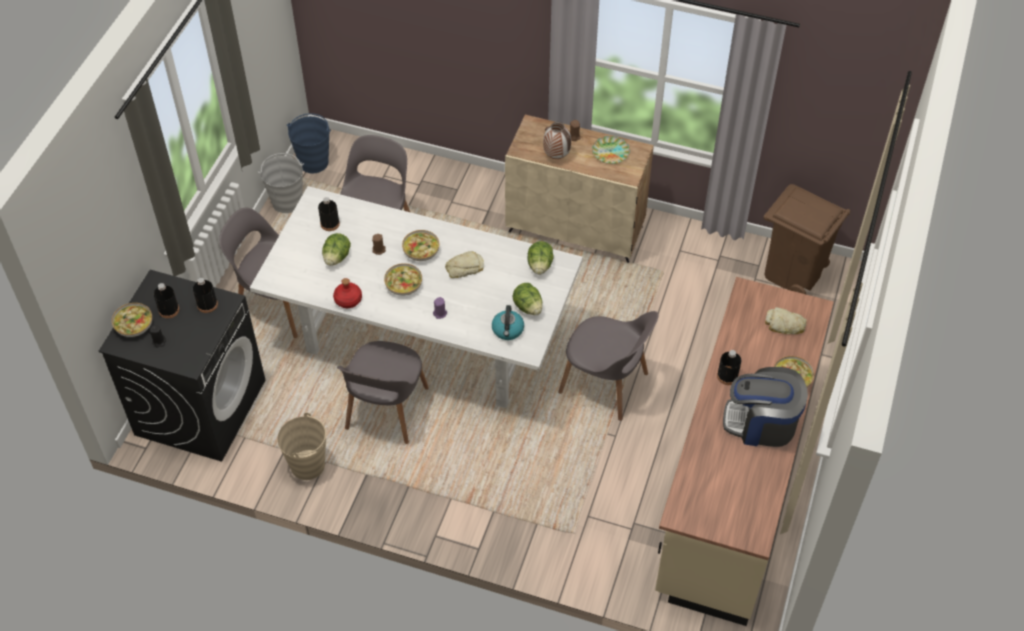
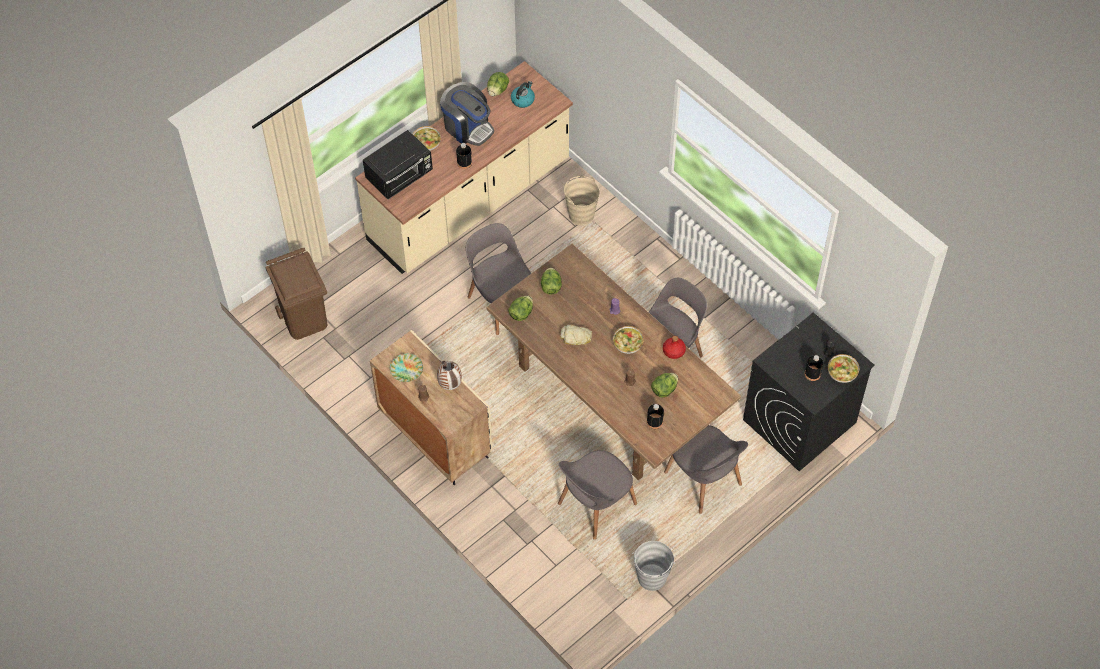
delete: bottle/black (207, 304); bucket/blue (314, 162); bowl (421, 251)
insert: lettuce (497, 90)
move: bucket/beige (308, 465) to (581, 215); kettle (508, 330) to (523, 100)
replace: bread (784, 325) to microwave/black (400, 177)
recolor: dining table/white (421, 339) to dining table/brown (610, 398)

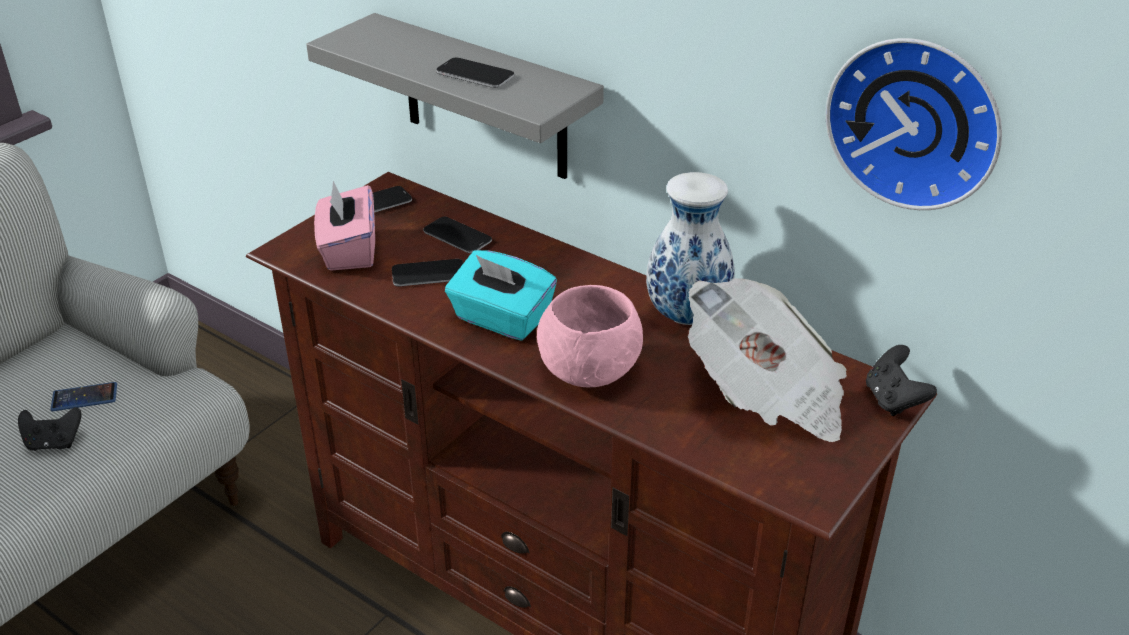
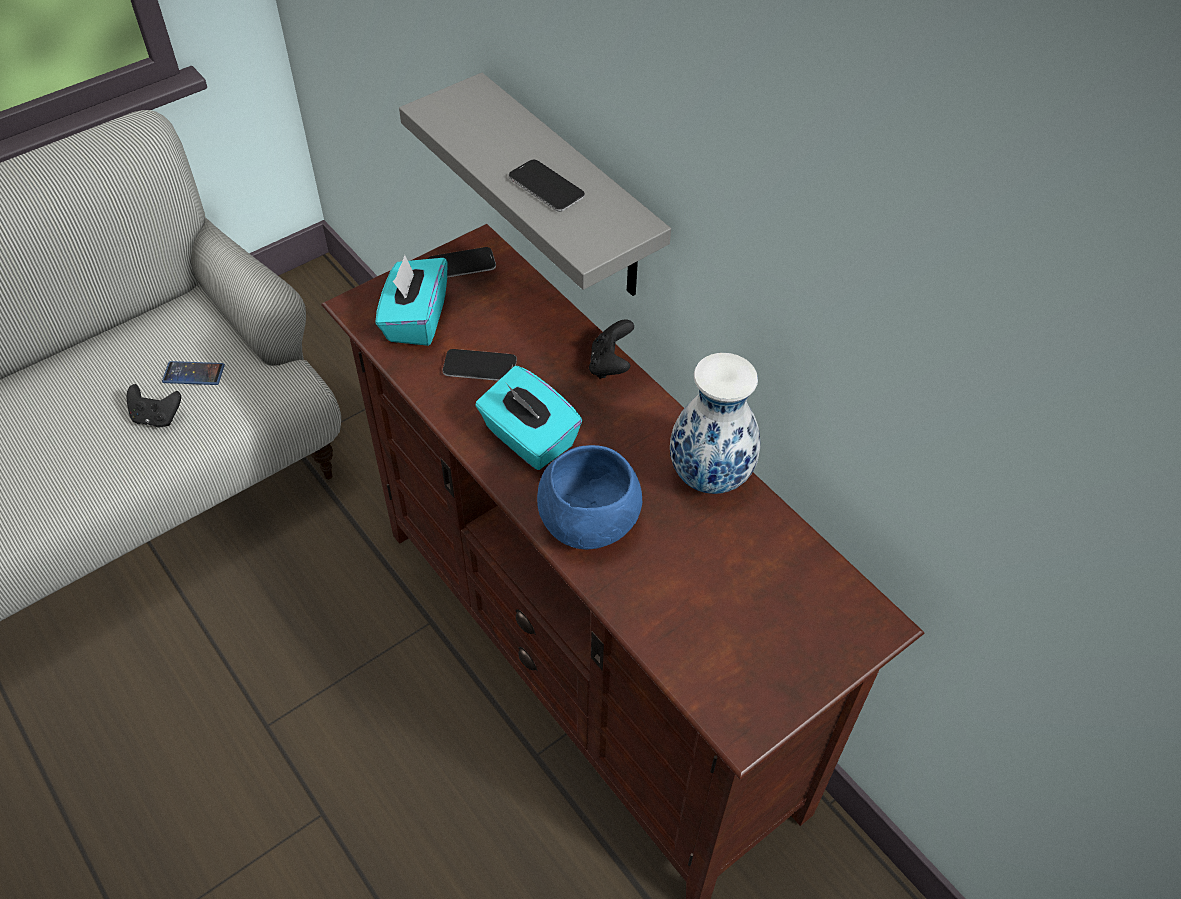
delete: phone (457, 236); newspaper (766, 395); wall clock (916, 121)
move: game controller/black (893, 400) to (610, 365)
recolor: tissue box/pink (349, 250) to tissue box/turquoise (415, 319); bowl/pink (588, 371) to bowl/blue (588, 523)

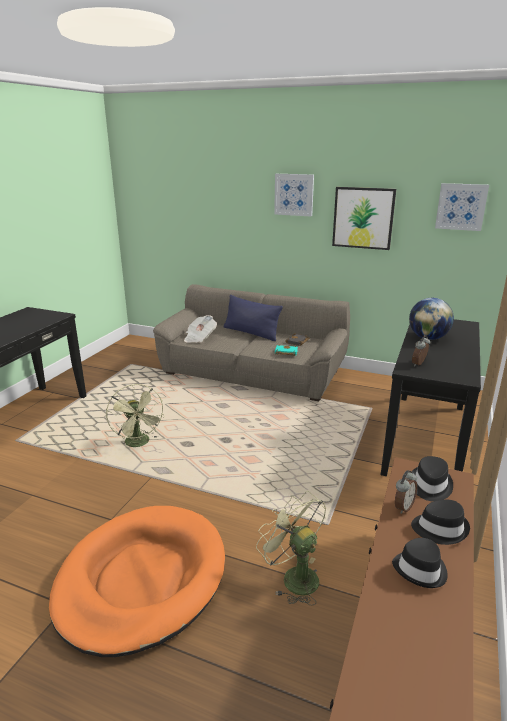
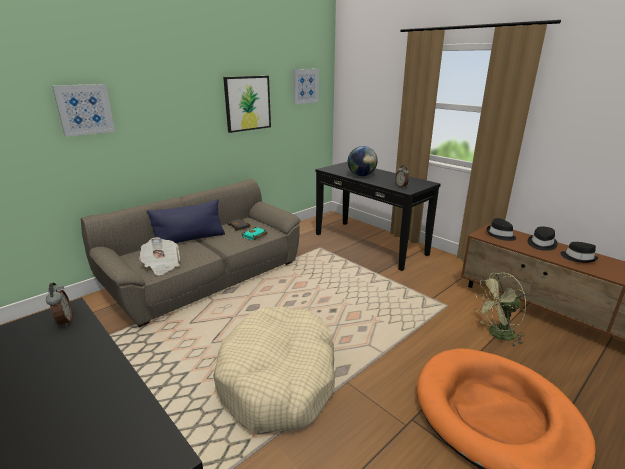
move: picture (294, 194) to (84, 109); alarm clock (403, 507) to (64, 321)
replace: fan/green (139, 444) to dog bed/beige (279, 378)

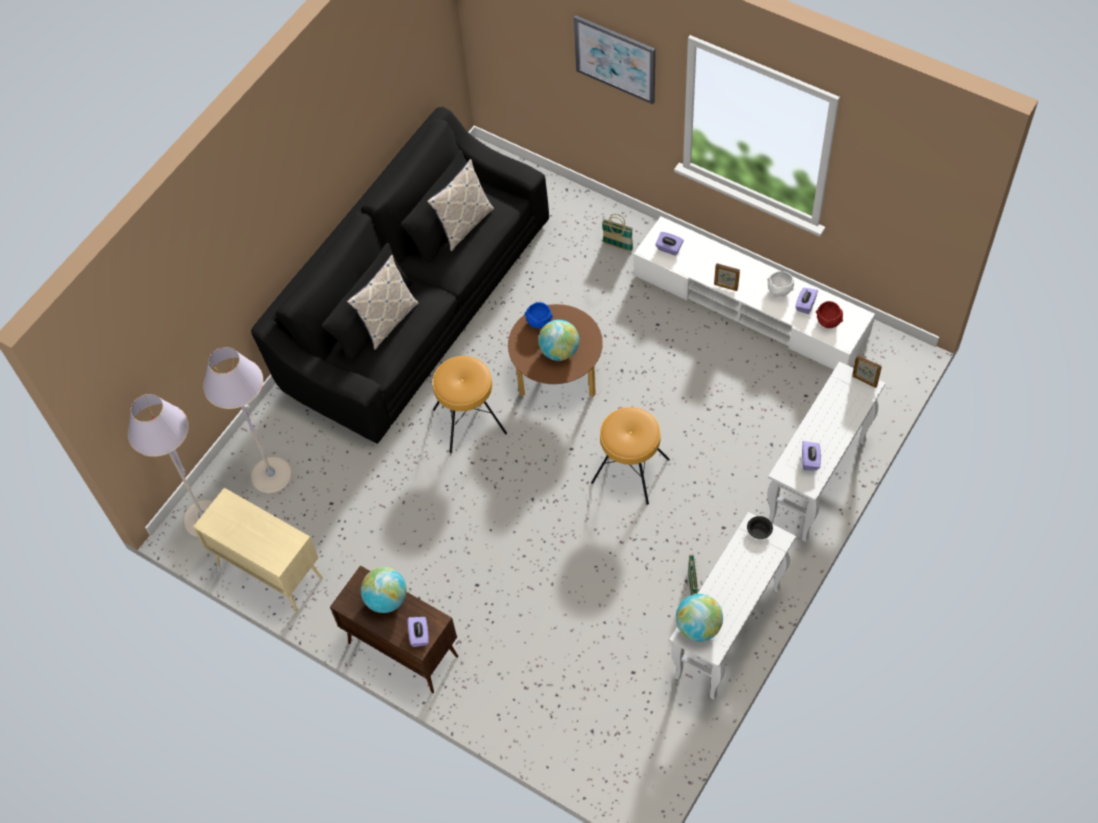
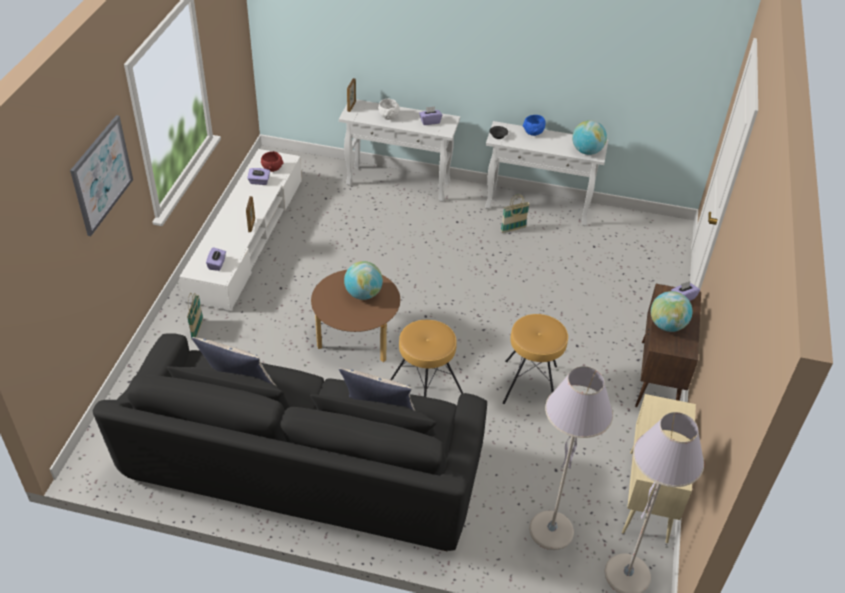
move: bowl/blue (539, 322) to (533, 132); stool/brown (630, 471) to (530, 384); bowl/white (779, 290) to (388, 117)

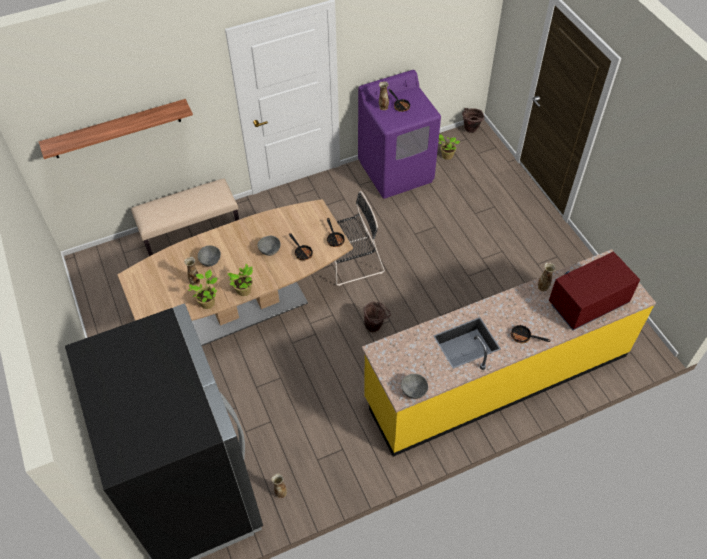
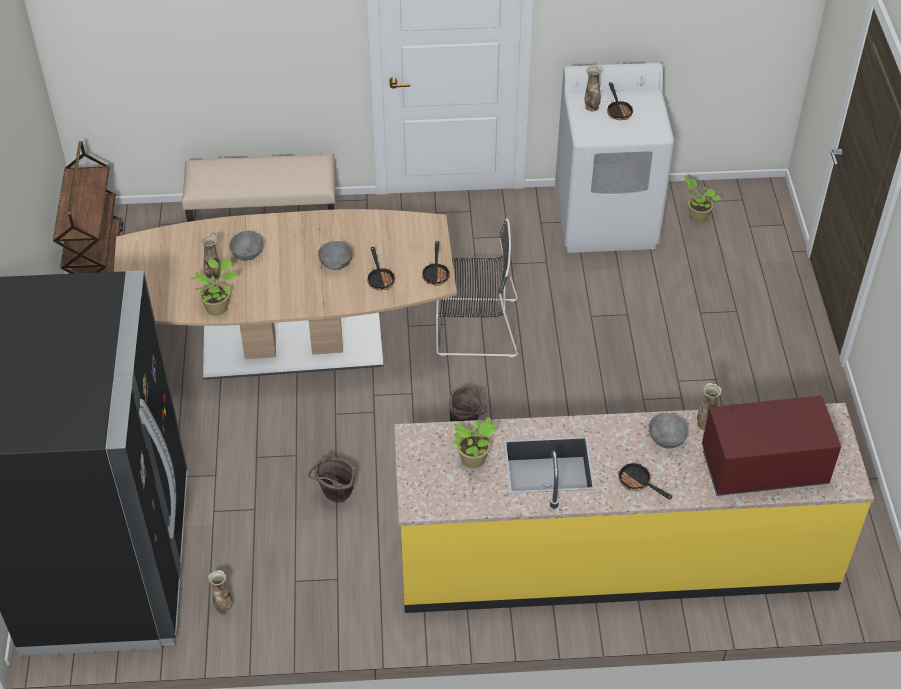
delete: shelf (116, 129)
insert: cart/brown (96, 264)
move: potted plant (244, 291) to (474, 460); bowl/grey (413, 390) to (666, 439); bucket/brown (470, 130) to (335, 497)
recolor: washing machine/purple (396, 171) to washing machine/white (606, 219)

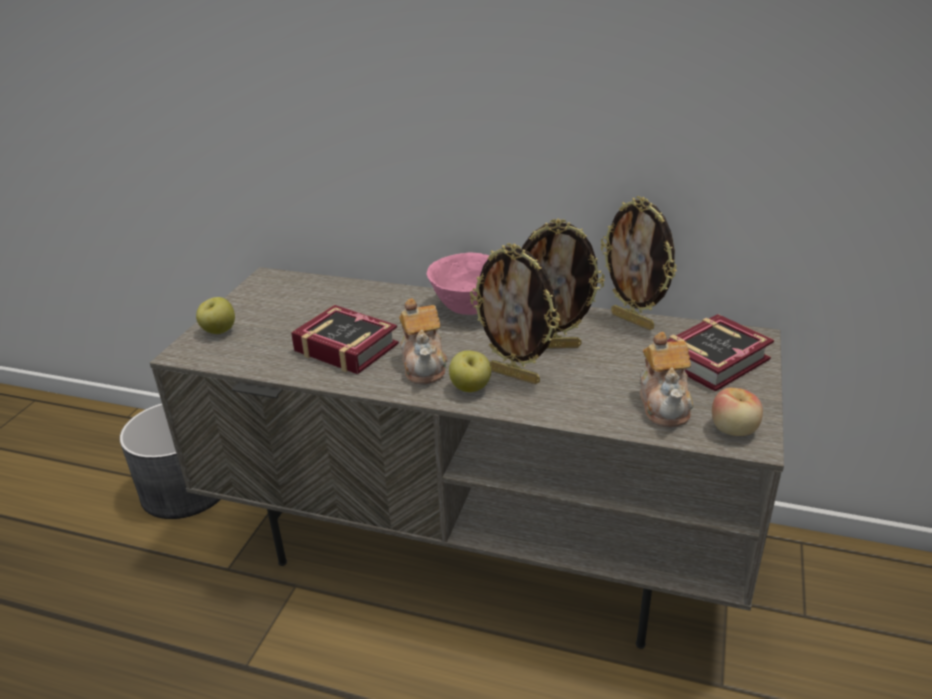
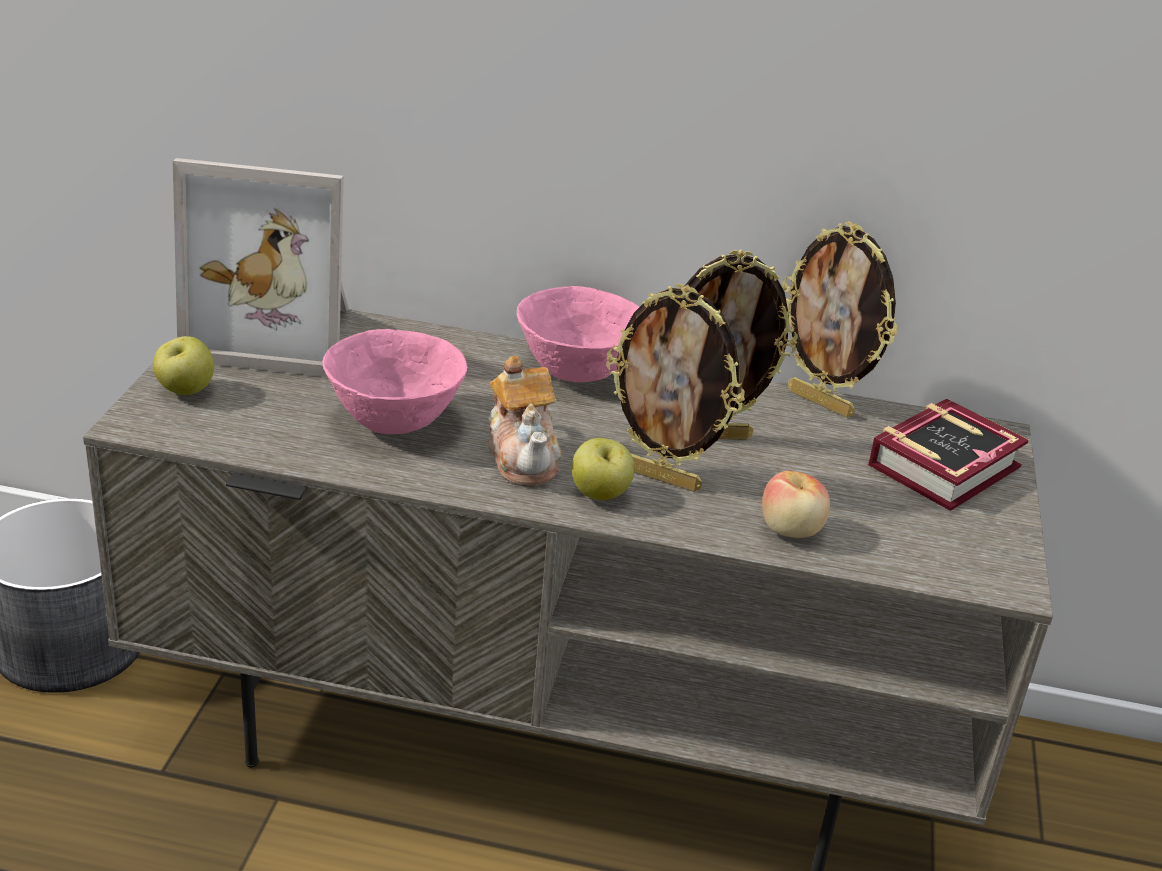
delete: teapot (665, 404)
insert: picture frame (277, 333)
move: apple (734, 430) to (791, 530)
replace: book (345, 345) to bowl/pink (394, 421)

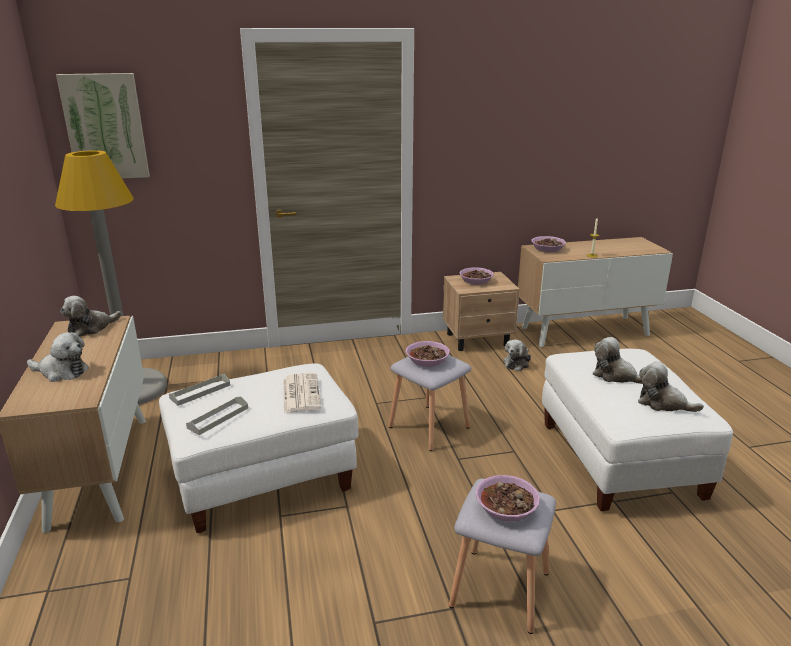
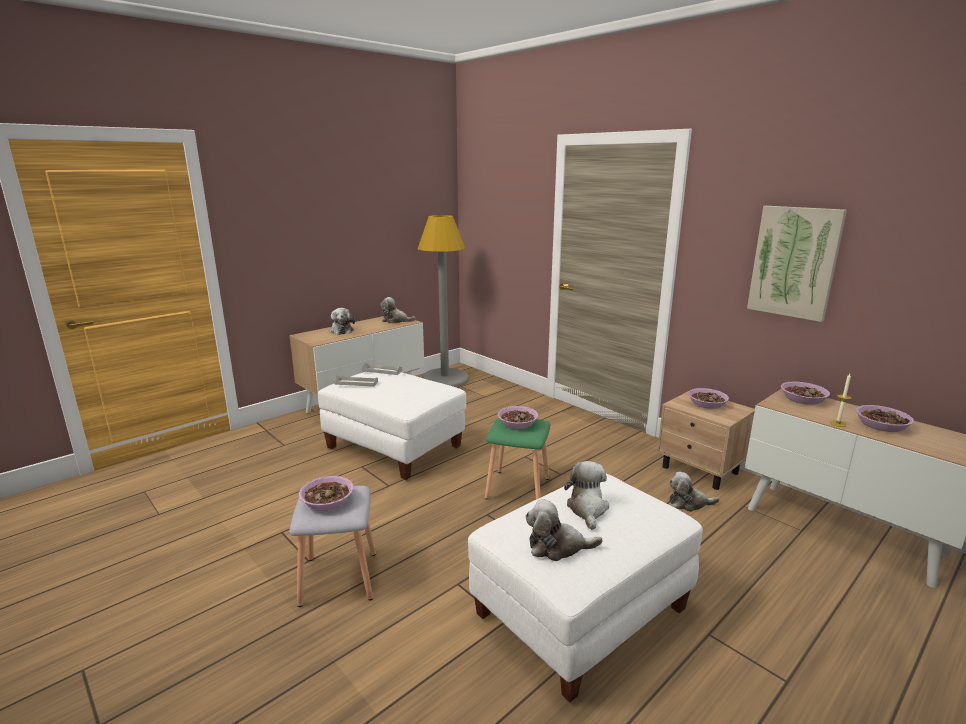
delete: newspaper (300, 393)
insert: bowl (881, 425)
move: picture (105, 127) to (794, 262)
recolor: stool/grey (430, 427) to stool/green (518, 489)
rotate: plush toy (663, 403) = (557, 546) 90 degrees counterclockwise

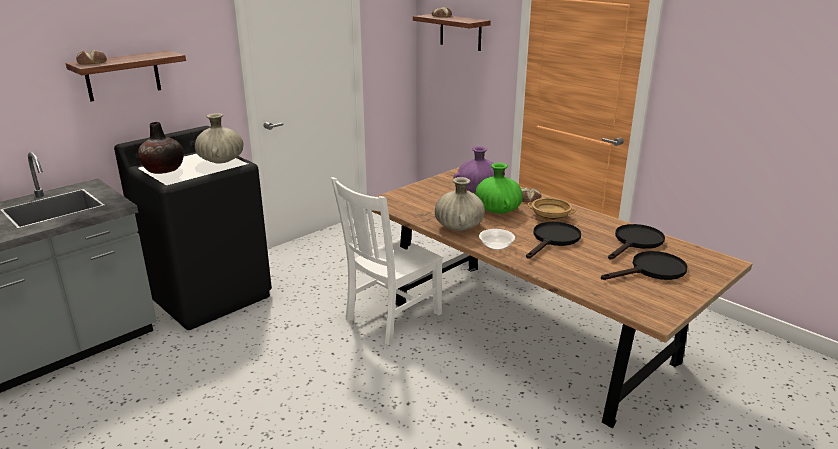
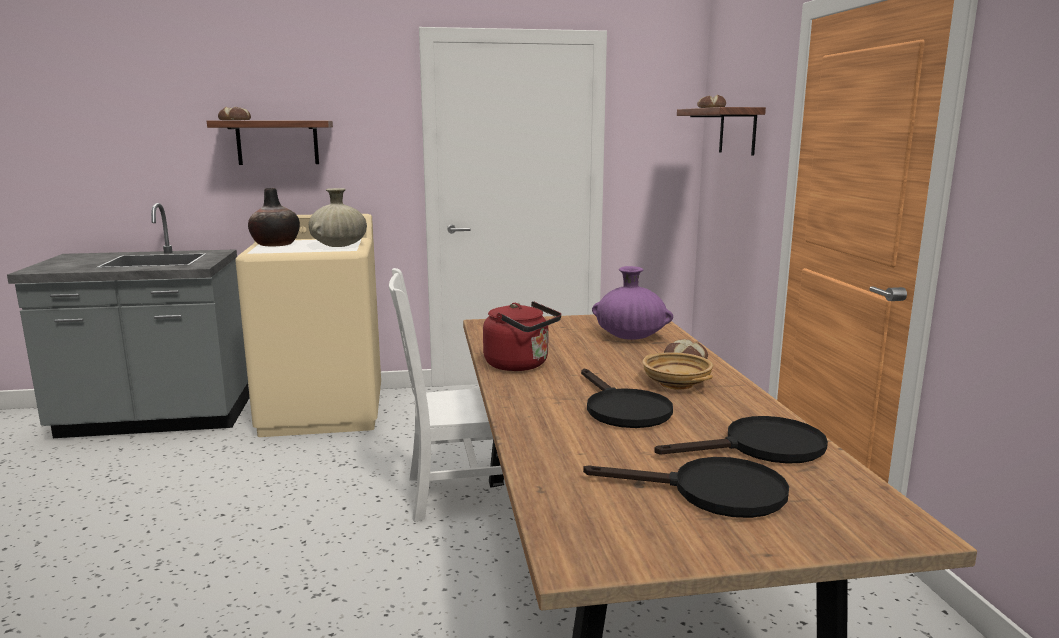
delete: vase/green (497, 210); bowl (496, 246)
replace: vase/beige (459, 226) to kettle/red (520, 365)
recolor: washing machine/black (209, 295) to washing machine/beige (323, 412)
rotate: frying pan/black (553, 240) = (622, 409) 90 degrees clockwise

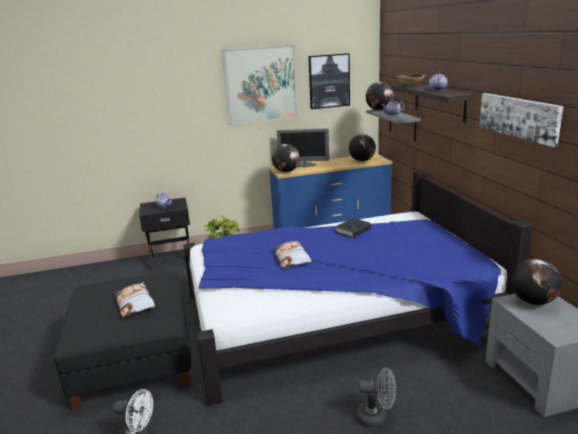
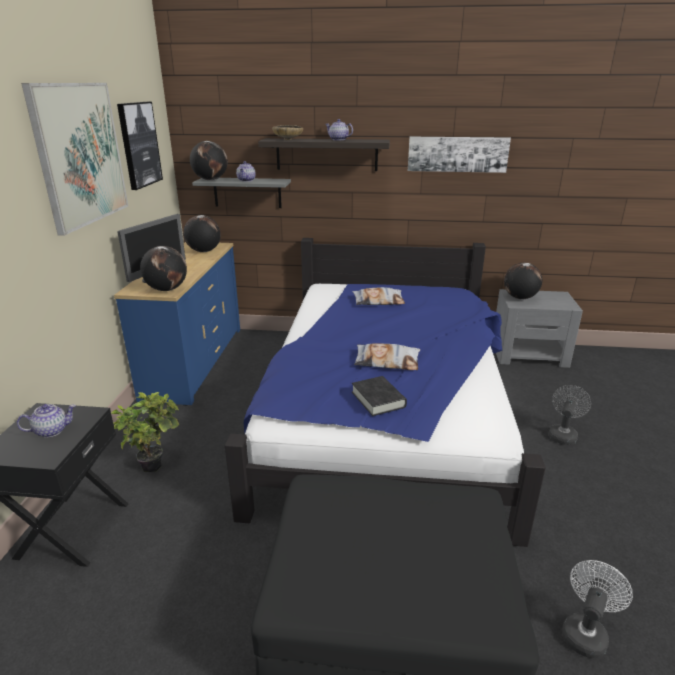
move: pillow (135, 303) to (378, 301); book/black (353, 230) to (378, 399)

